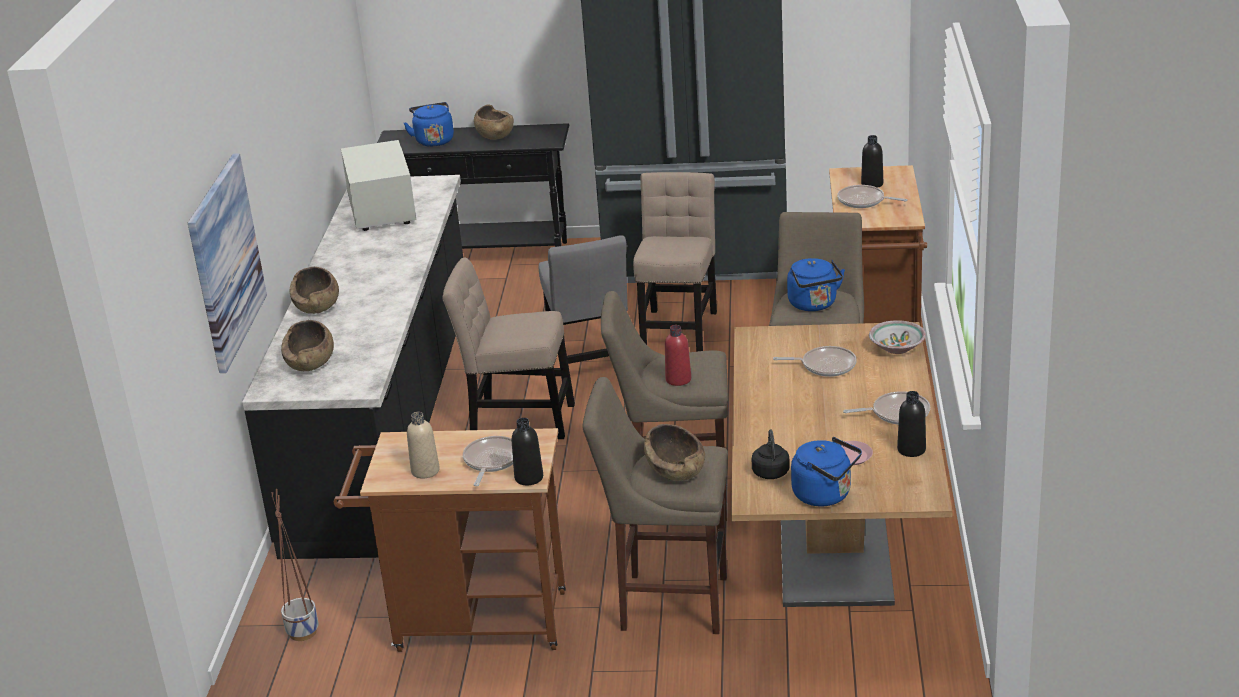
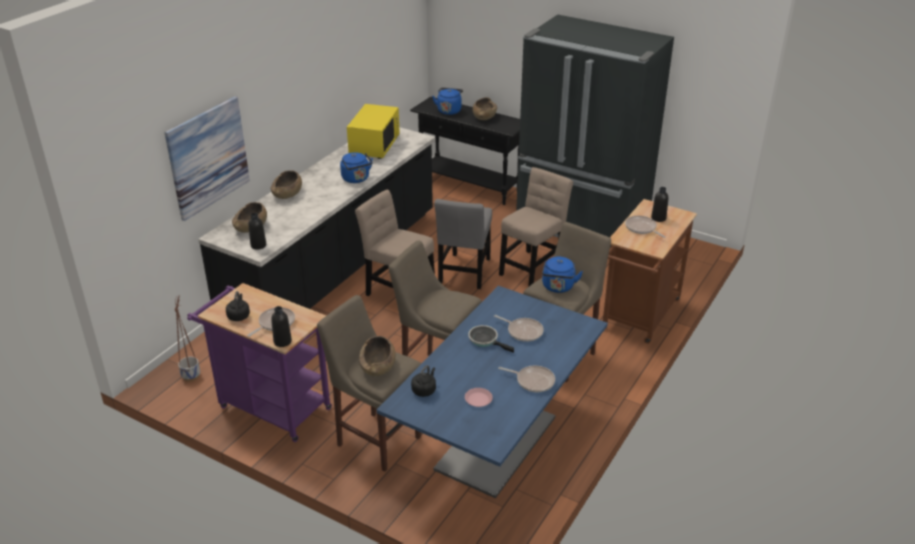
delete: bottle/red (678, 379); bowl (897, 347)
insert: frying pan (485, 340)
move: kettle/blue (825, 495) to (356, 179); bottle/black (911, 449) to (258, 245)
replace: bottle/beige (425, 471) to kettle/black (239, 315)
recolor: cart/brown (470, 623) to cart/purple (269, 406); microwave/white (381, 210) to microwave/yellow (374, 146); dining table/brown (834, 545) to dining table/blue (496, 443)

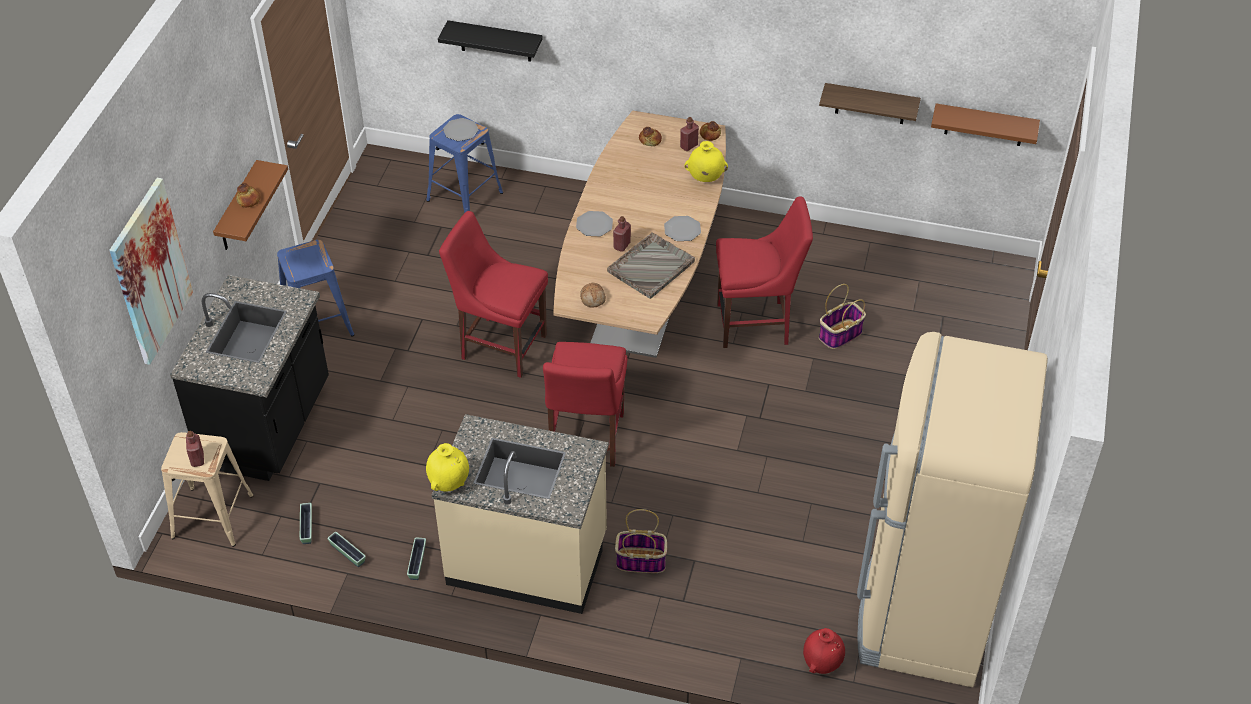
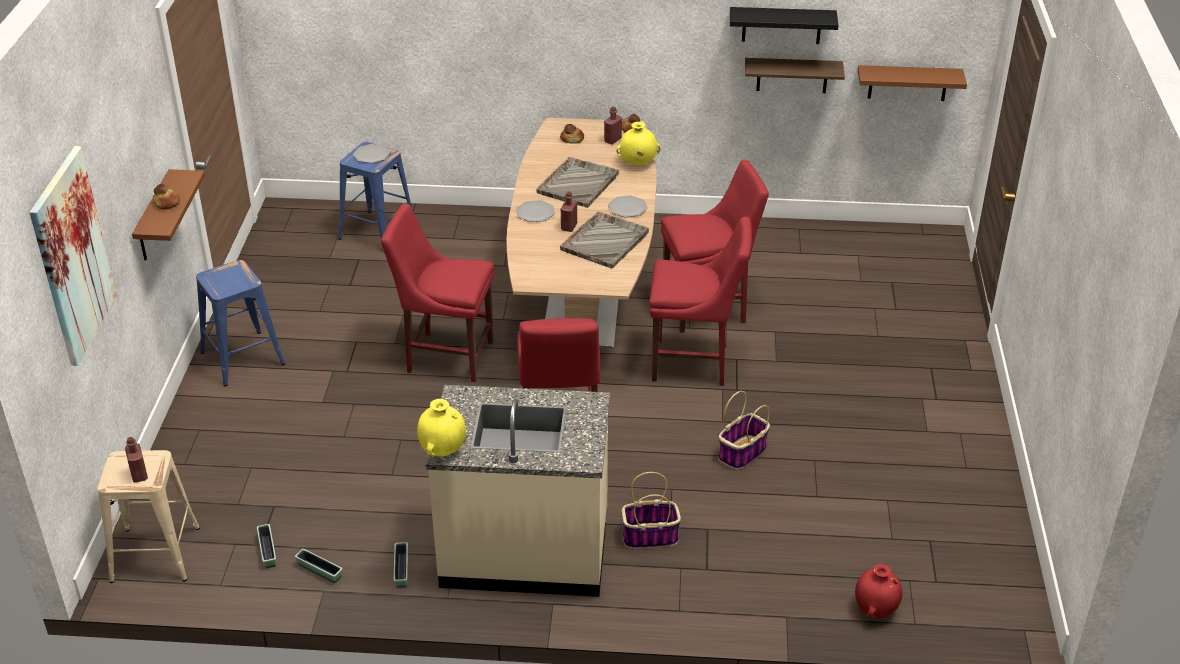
delete: counter/black (268, 426); bread (593, 298); fridge/beige (922, 613)
insert: tray/grey (578, 183); chair/red (694, 363)
move: shelf/black (495, 41) to (781, 25); basket (840, 335) to (742, 453)

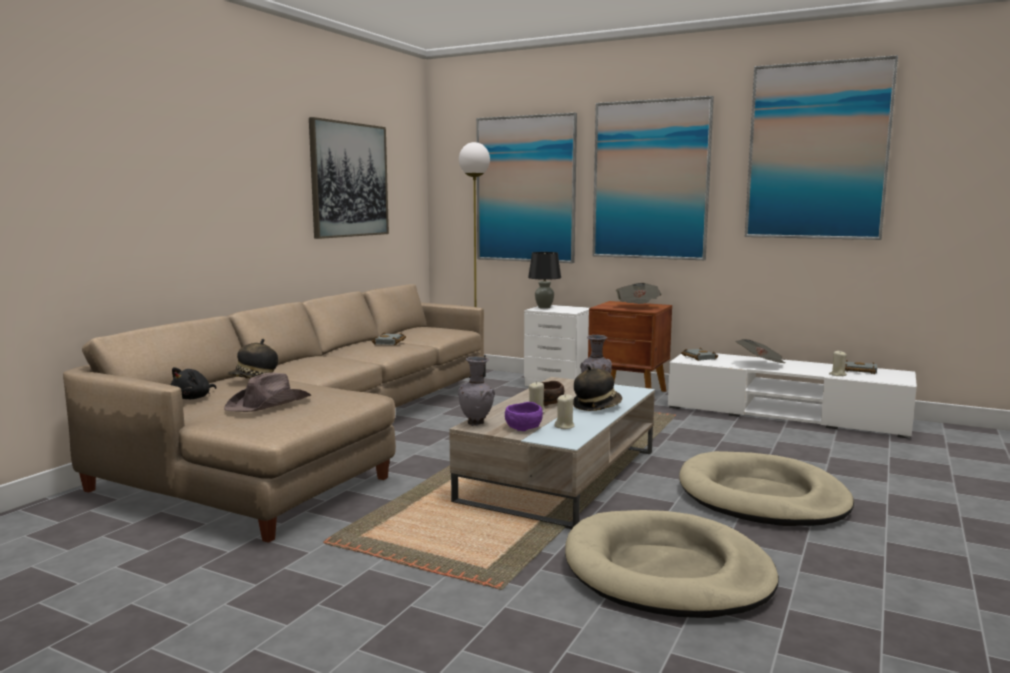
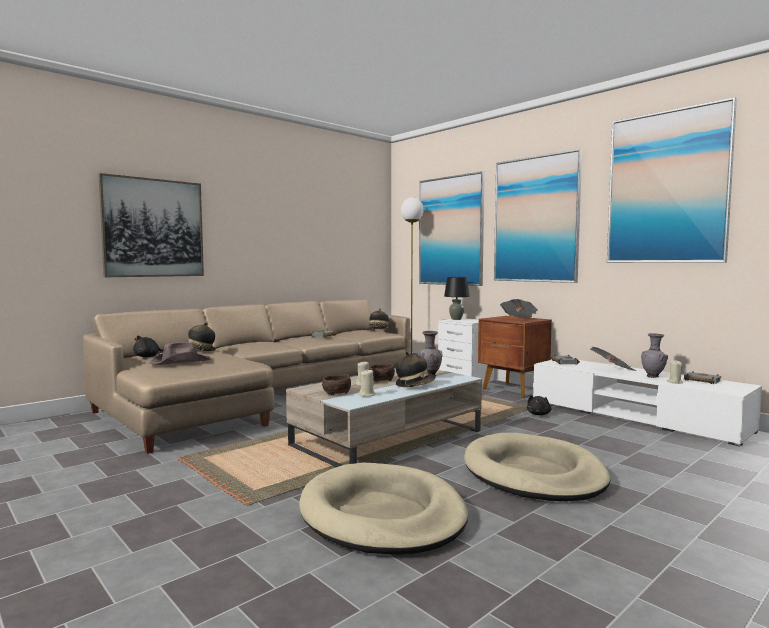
insert: hat (379, 330); plush toy/black (538, 414)
move: picture (349, 180) to (153, 228); vase/grey (477, 423) to (653, 377)
recolor: bowl/purple (523, 428) to bowl/brown (336, 393)

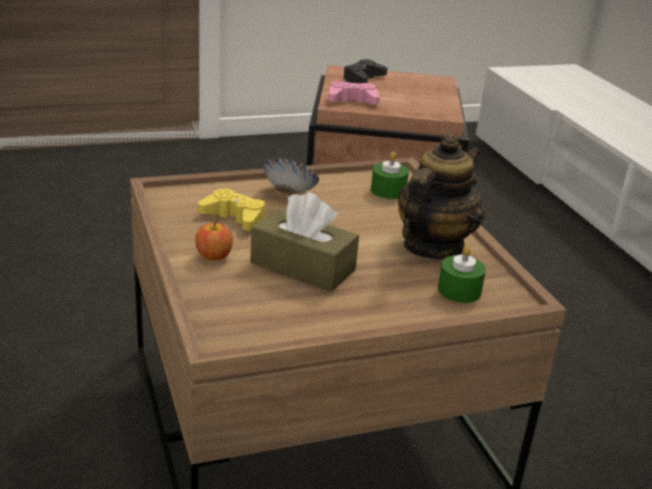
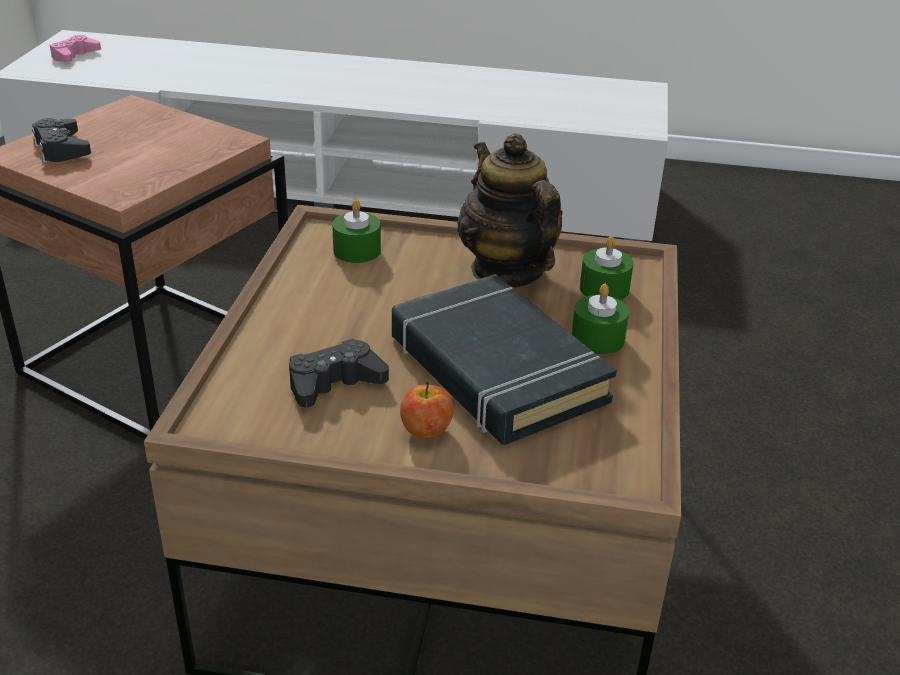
delete: bowl (289, 194)
insert: candle/green (597, 339)
move: game controller/pink (352, 100) to (74, 55)
replace: tissue box/brown (302, 266) to book/black (495, 370)
recolor: game controller/yellow (234, 217) to game controller/black (334, 383)

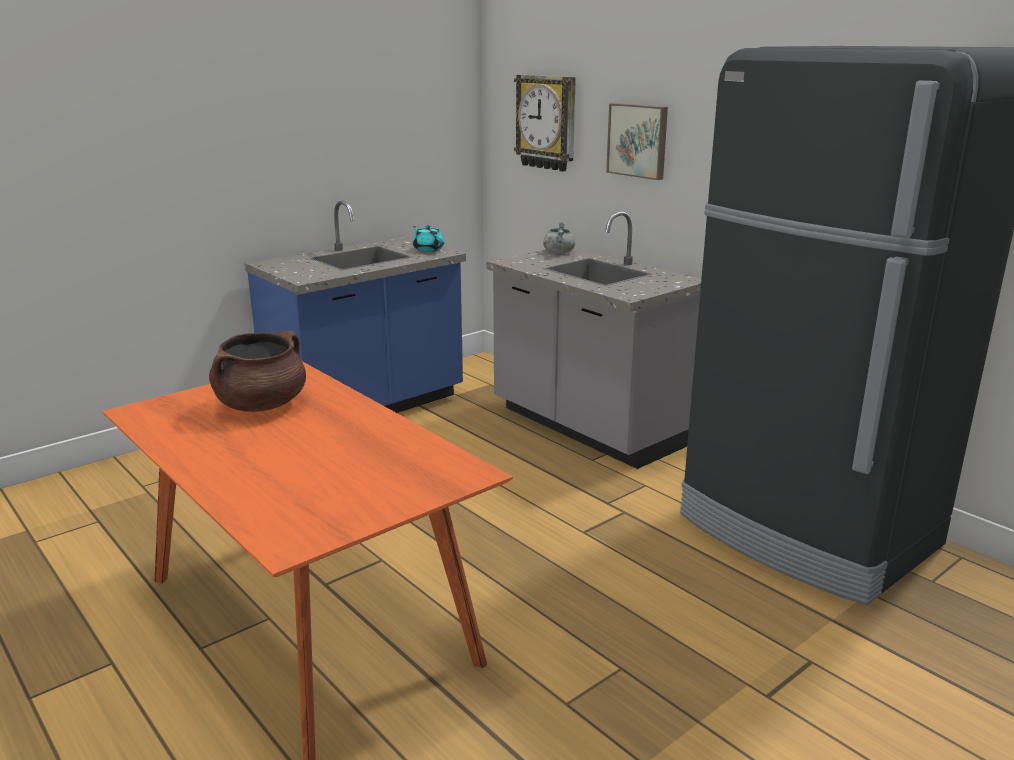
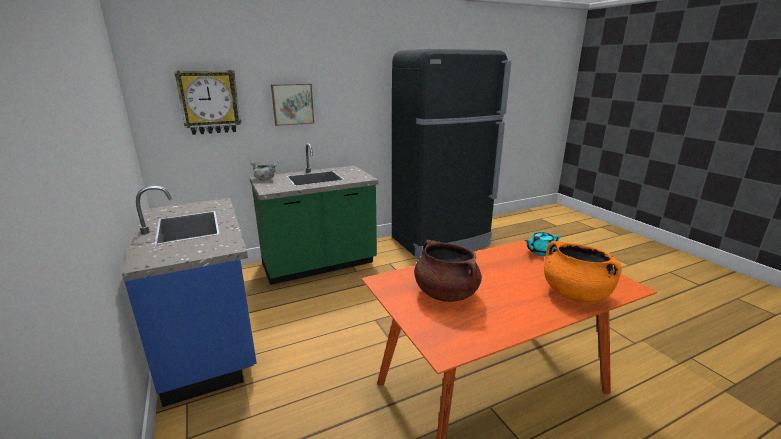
insert: cooking pot/orange (574, 294)
move: teapot/turquoise (428, 249) to (540, 252)
recolor: counter/grey (588, 427) to counter/green (319, 265)

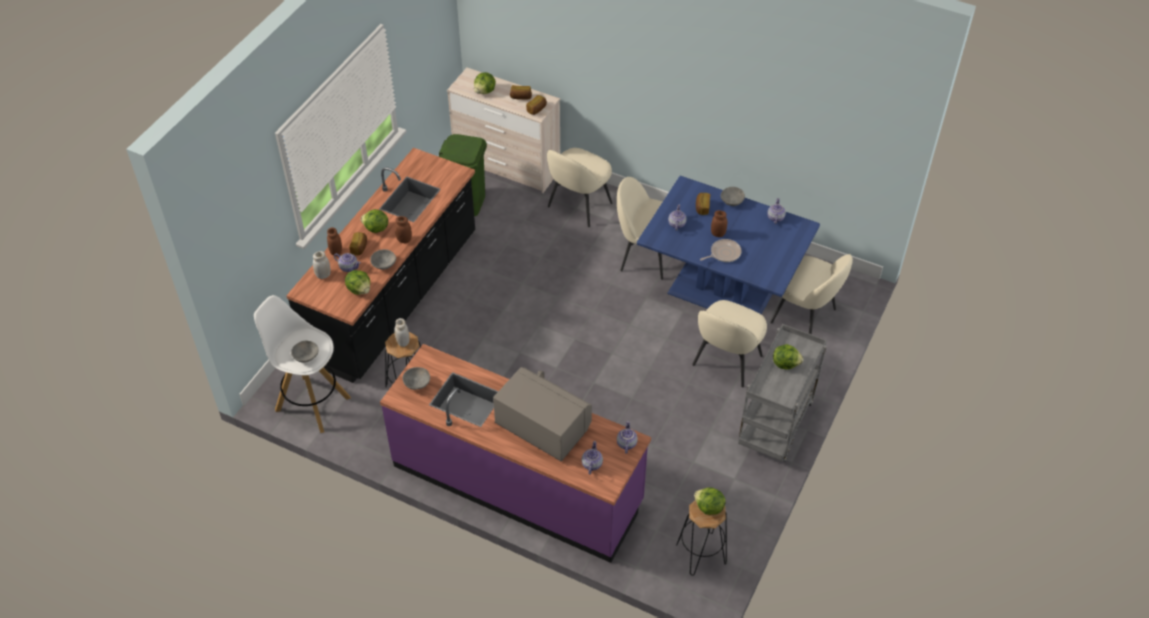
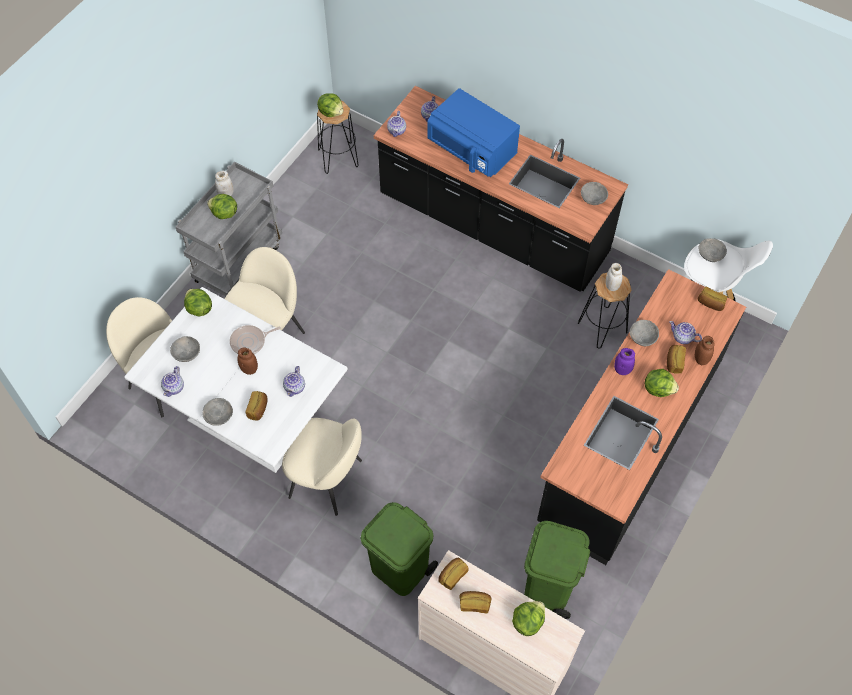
insert: bowl/grey (187, 354); bread (710, 303)
move: jar/white (323, 275) to (226, 194); lettuce (359, 289) to (199, 309)
replace: chair/beige (578, 206) to trash can/green (400, 569)
recolor: counter/purple (518, 483) to counter/black (493, 226); jar/brown (404, 240) to jar/purple (622, 370); microwave/grey (543, 426) to microwave/blue (472, 151); dining table/blue (721, 292) to dining table/white (250, 420)

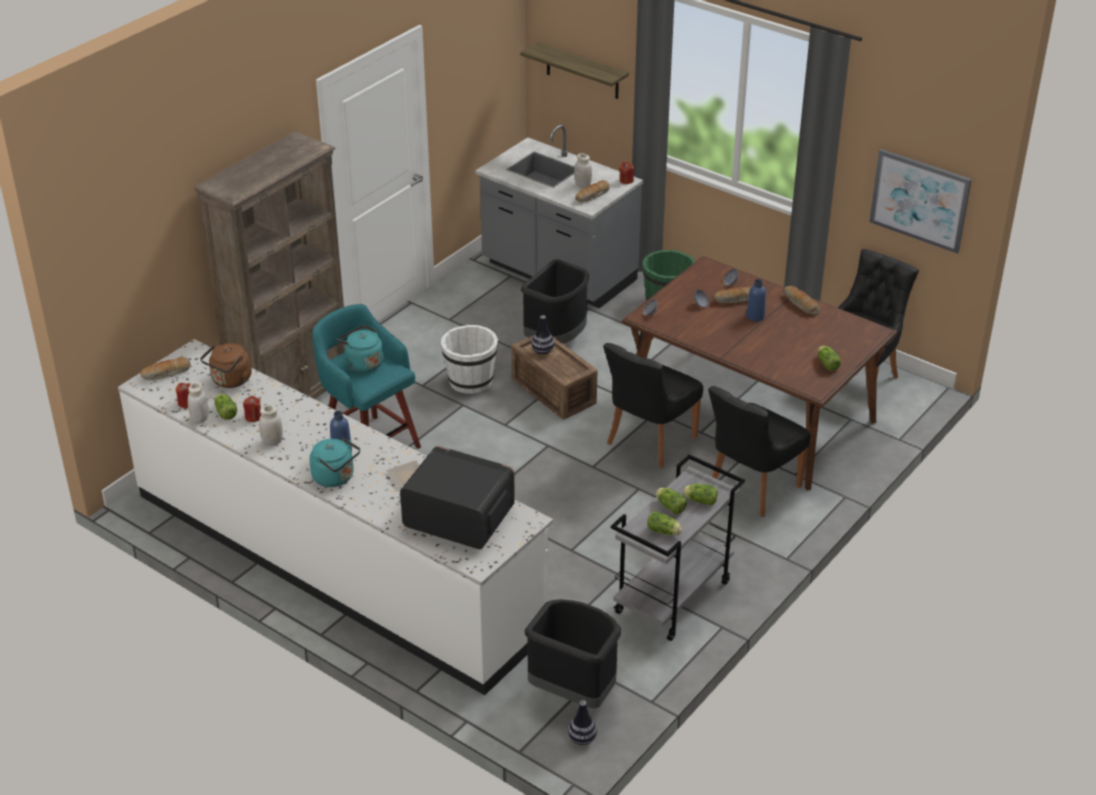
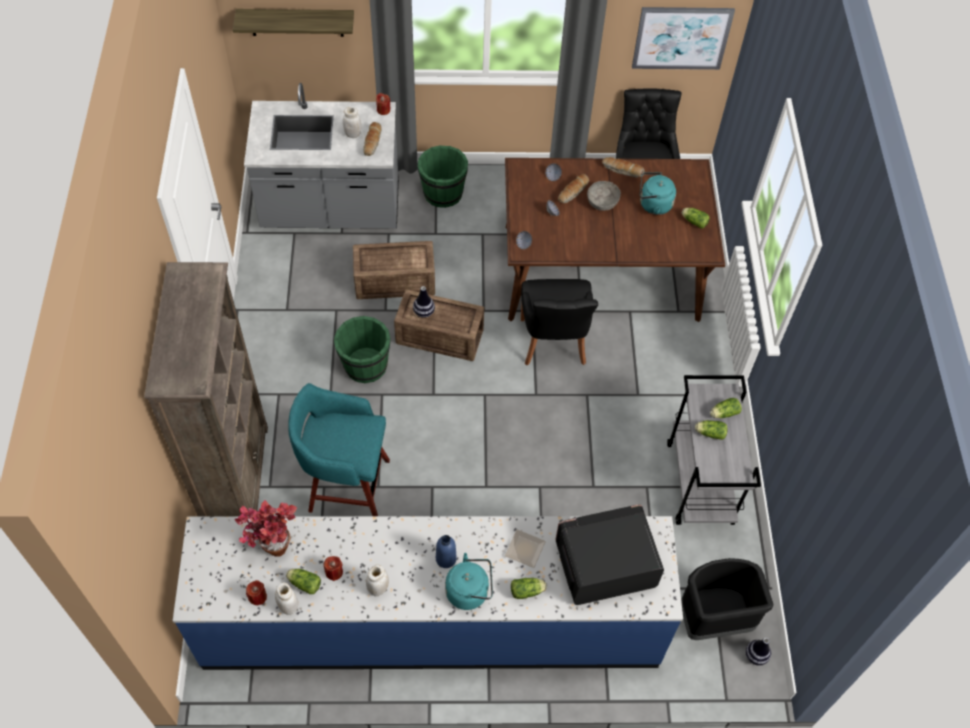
delete: bread (166, 374); chair/black (751, 488)
move: kettle/turquoise (362, 363) to (653, 204); lettuce (664, 532) to (528, 591)
replace: kettle/brown (230, 381) to potted plant (271, 545); trash can/black (557, 339) to crate (393, 281); bottle/blue (755, 316) to bowl/grey (602, 202)
recolor: counter/white (336, 561) to counter/blue (432, 621); bucket/white (470, 381) to bucket/green (365, 365)

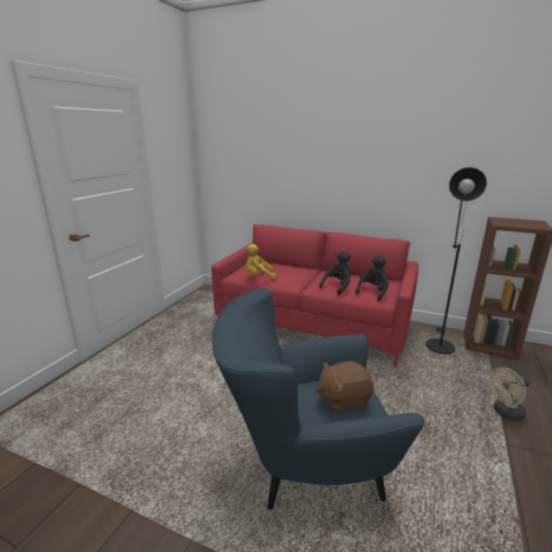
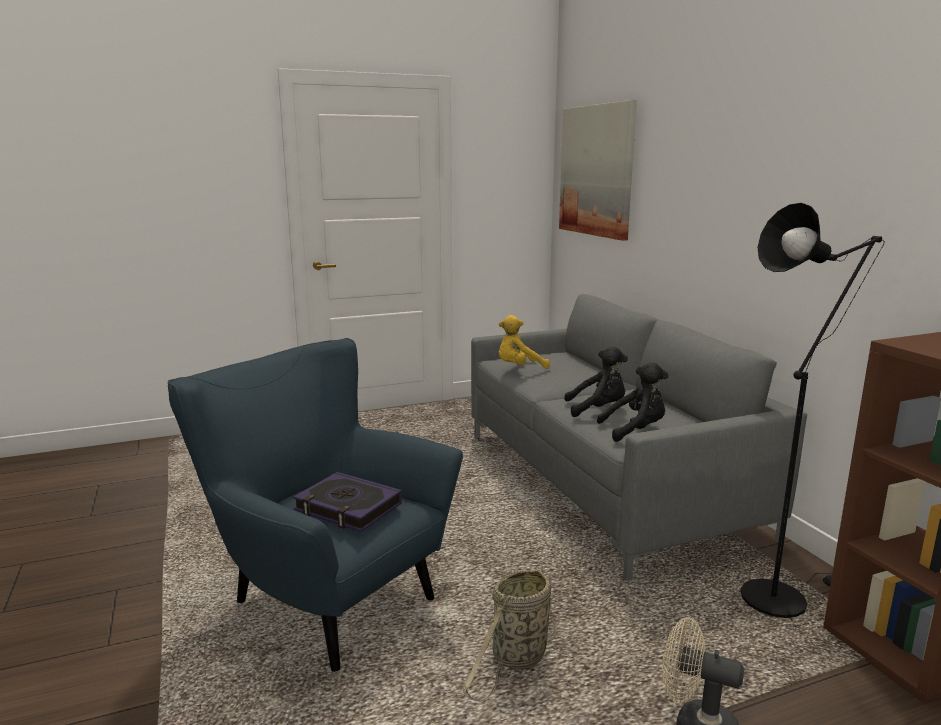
insert: basket (517, 659); picture (597, 171)
replace: plush toy/brown (343, 399) to book (348, 508)
recolor: sofa/red (313, 324) to sofa/grey (604, 482)
rotate: plush toy/yellow (258, 276) = (519, 368) 60 degrees counterclockwise

